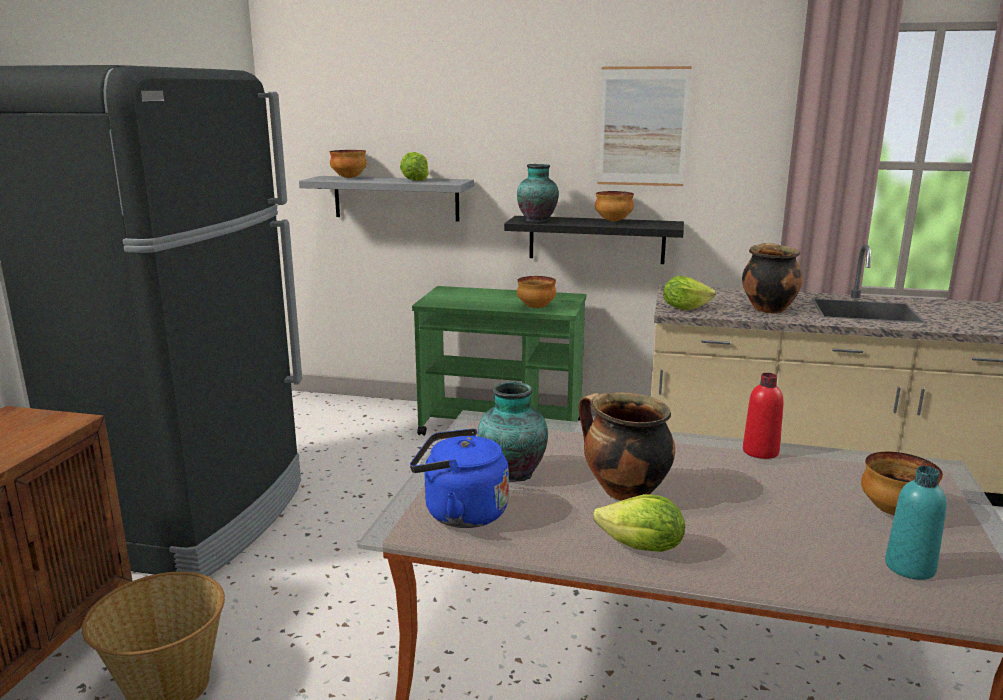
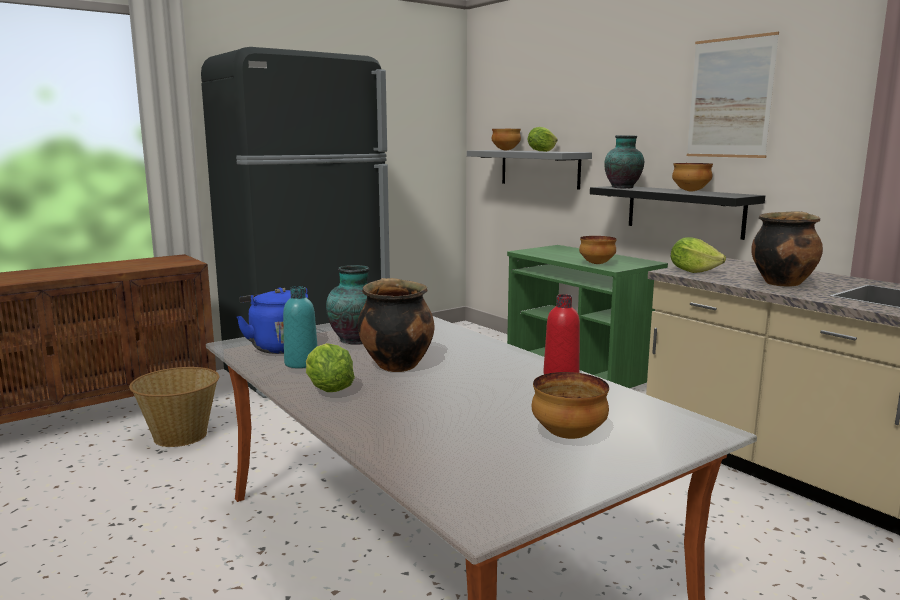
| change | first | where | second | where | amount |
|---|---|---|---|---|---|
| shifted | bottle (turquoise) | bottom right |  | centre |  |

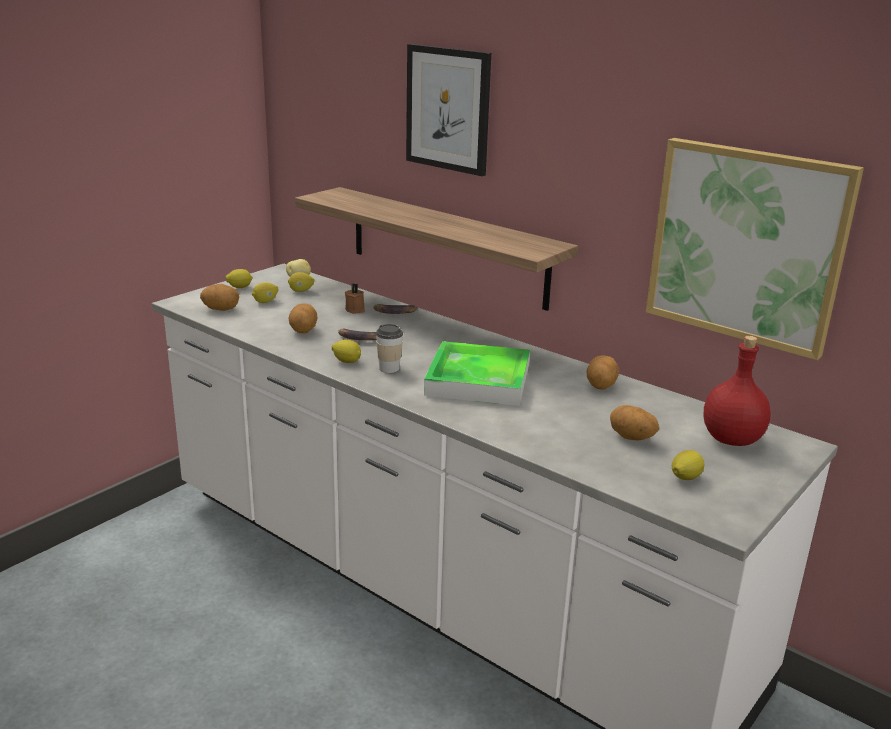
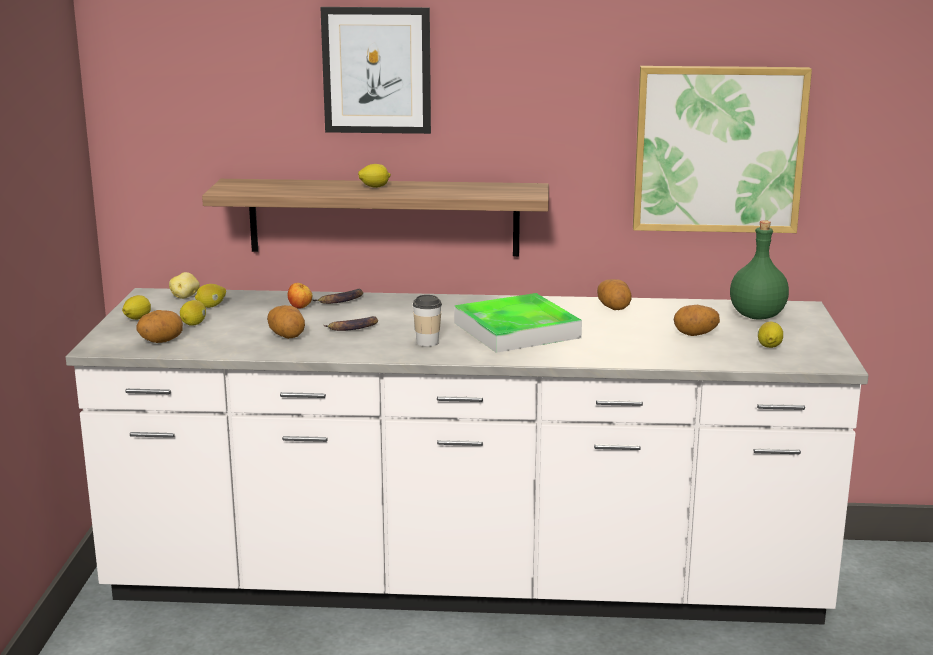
| change | first | where | second | where | amount |
|---|---|---|---|---|---|
| shifted | lemon (no. 4 from left) | centre |  | top centre |  |
| swapped | candle (brown) | centre | apple | middle left |  |
| repainted | bottle (red) | middle right | bottle (green) | middle right |  |

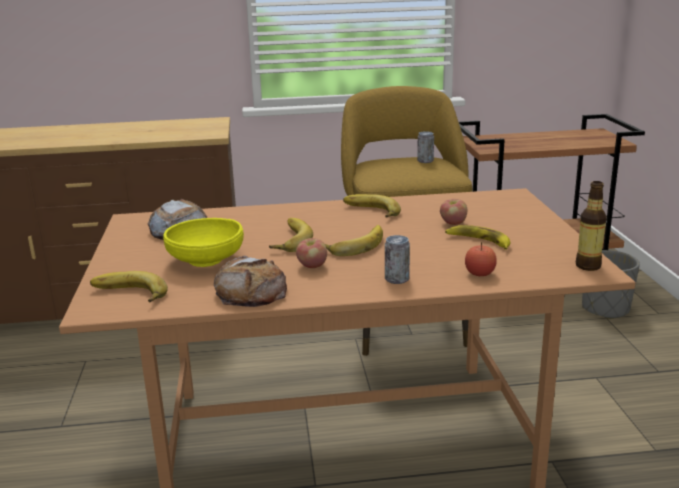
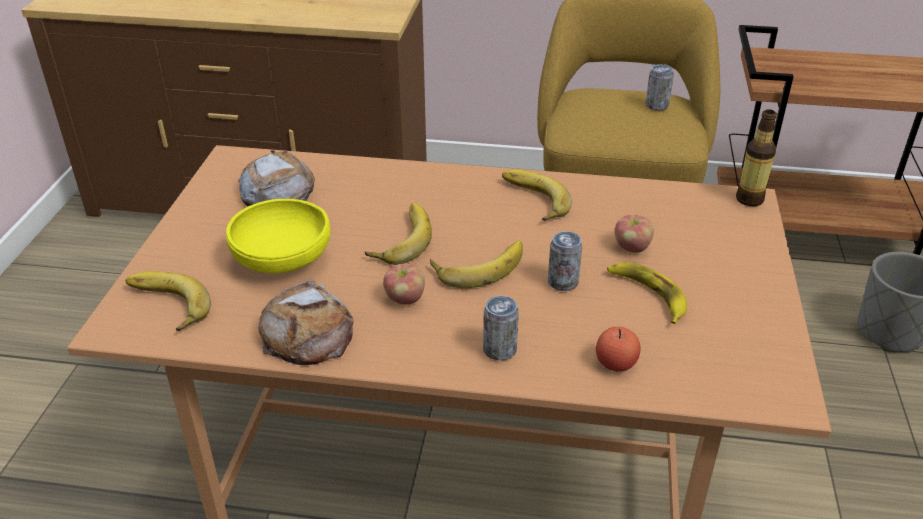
| change | first | where | second | where | amount |
|---|---|---|---|---|---|
| shifted | bottle | middle right |  | top right |  |
| new |  |  | can (no. 2 from left) | centre |  |

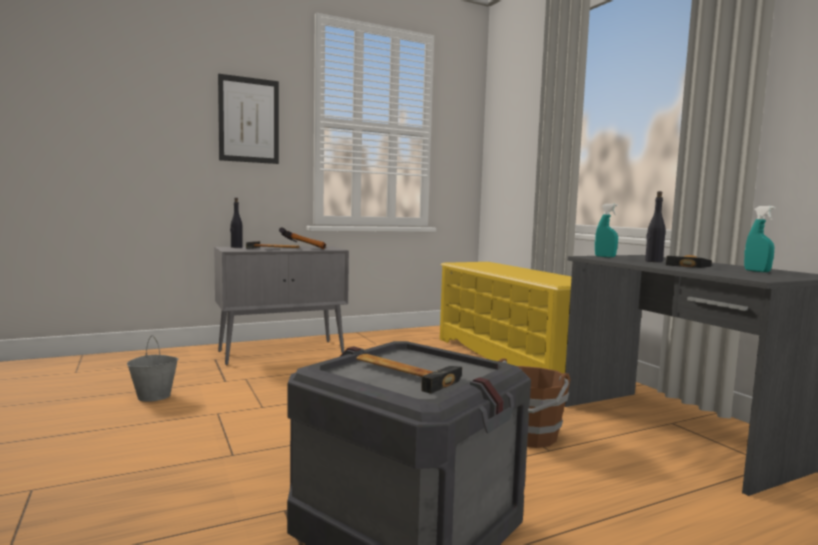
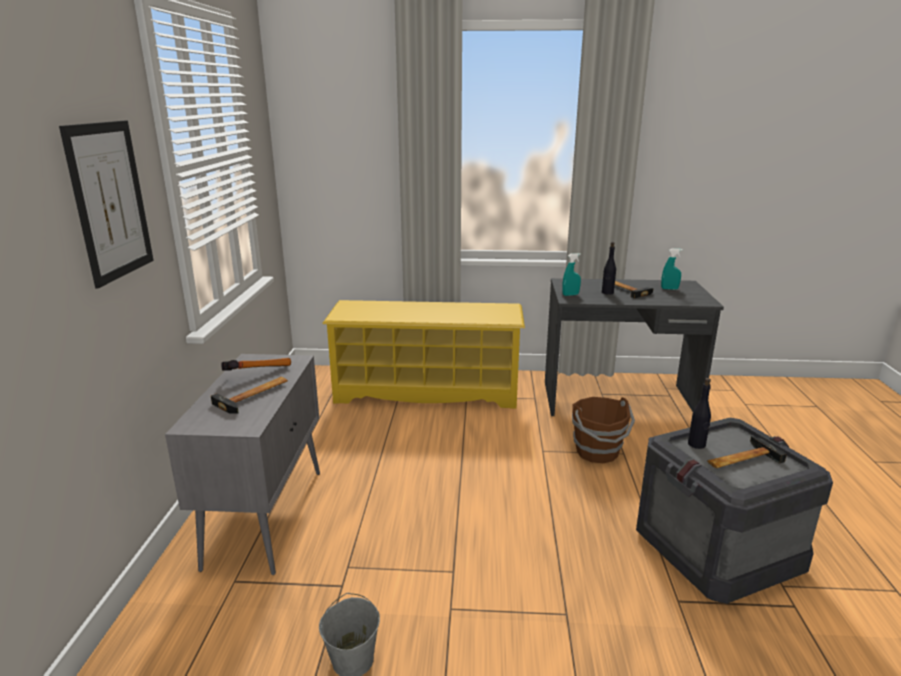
| change | first | where | second | where | amount |
|---|---|---|---|---|---|
| shifted | bottle (black) (no. 1 from left in the first image) | middle left | bottle (black) (no. 2 from left) | middle right |  |

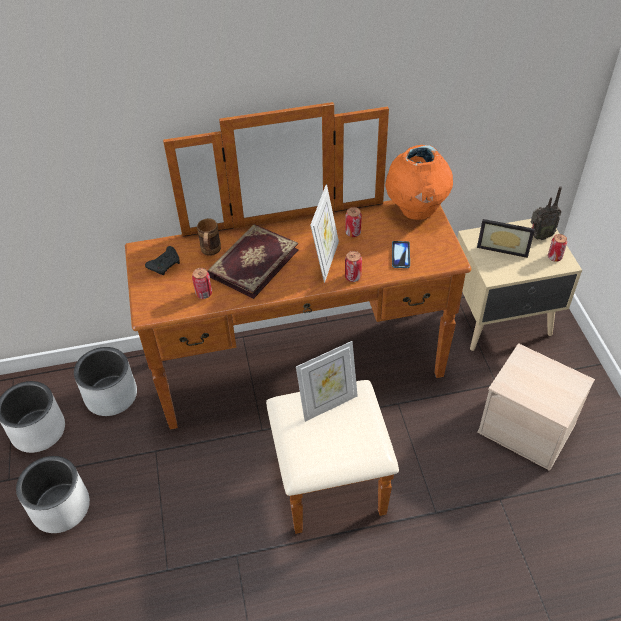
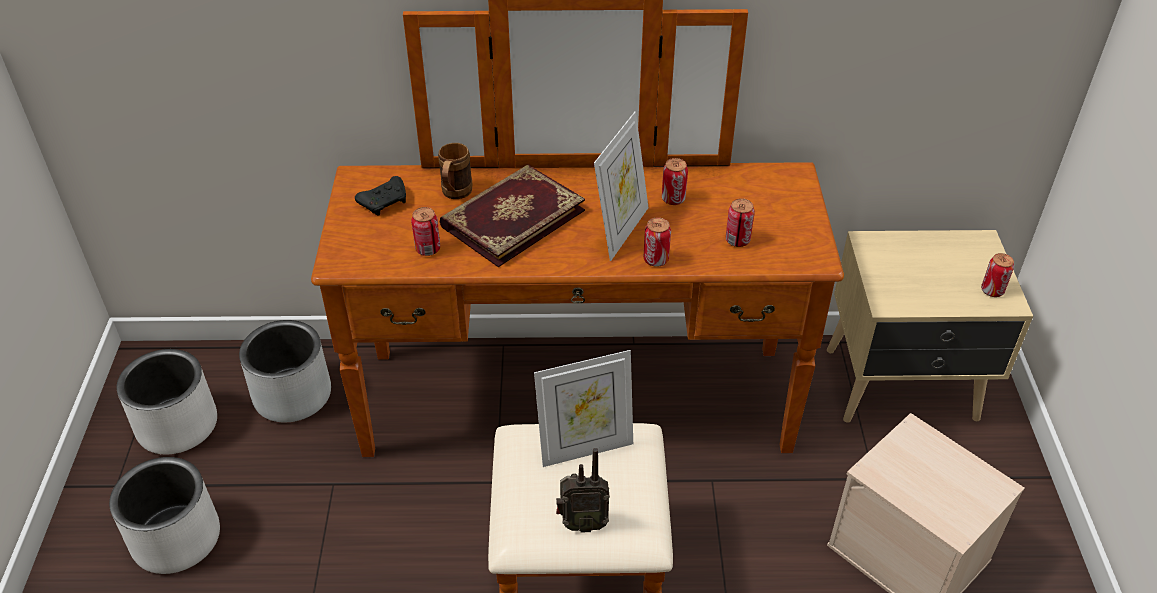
| change | first | where | second | where | amount |
|---|---|---|---|---|---|
| gone | vase (orange) | top right |  |  |  |
| swapped | phone | centre | can (no. 4 from left) | centre |  |
| gone | picture frame (no. 3 from left) | middle right |  |  |  |
| shifted | radio | middle right |  | bottom centre |  |

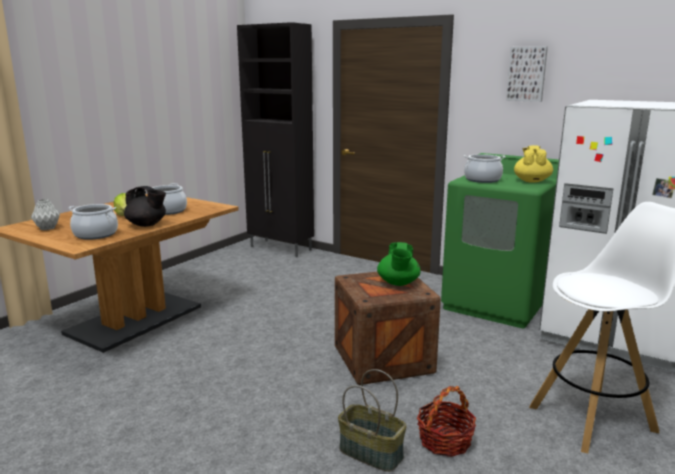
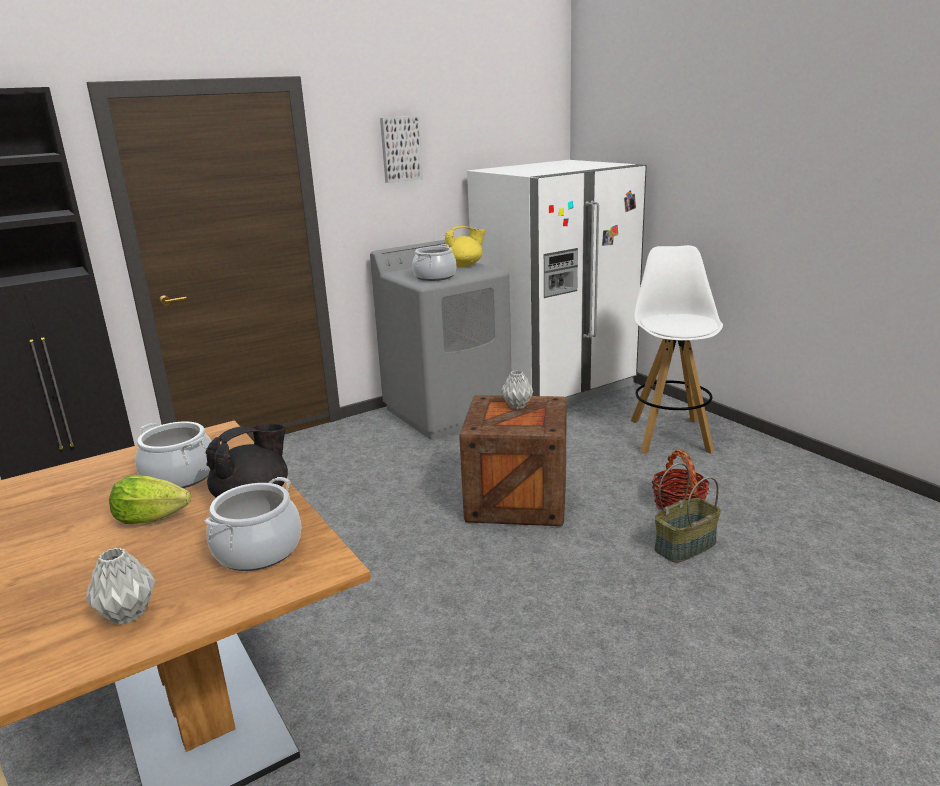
| change | first | where | second | where | amount |
|---|---|---|---|---|---|
| swapped | teapot (green) | centre | vase (grey) (no. 2 from left) | centre |  |
| repainted | washing machine (green) | middle right | washing machine (grey) | centre |  |
| rotated | teapot (yellow) | middle right |  | top centre | 135 degrees clockwise |

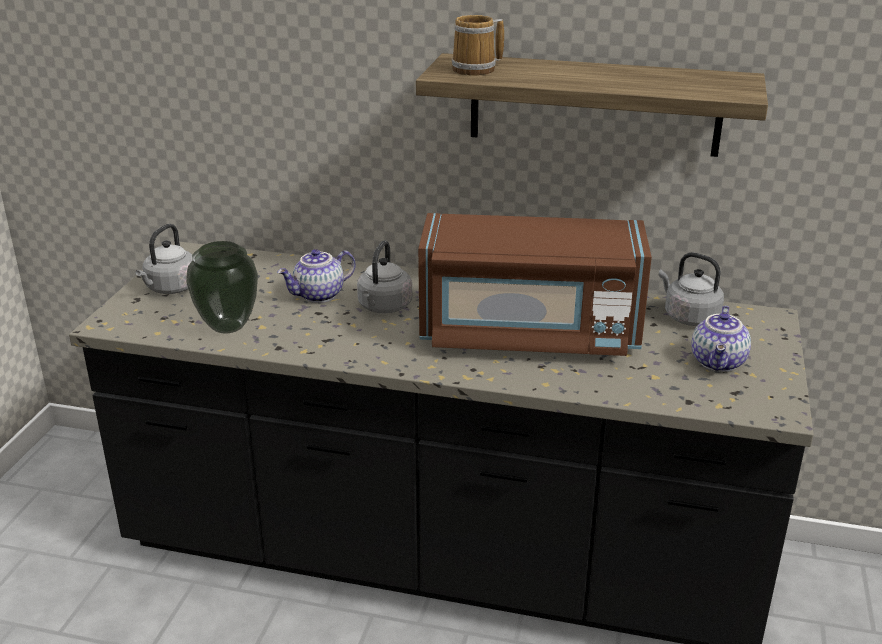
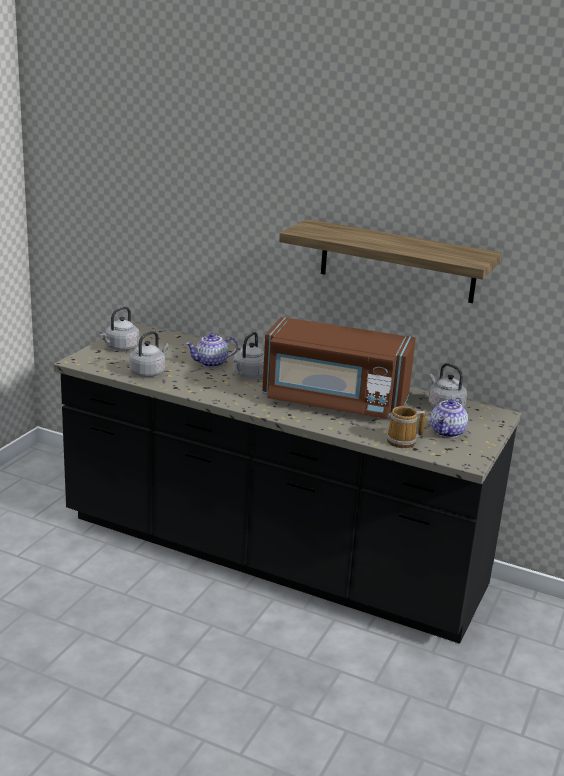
| change | first | where | second | where | amount |
|---|---|---|---|---|---|
| swapped | vase | middle left | kettle (grey) (no. 2 from left) | middle left |  |
| shifted | mug | top centre |  | middle right |  |

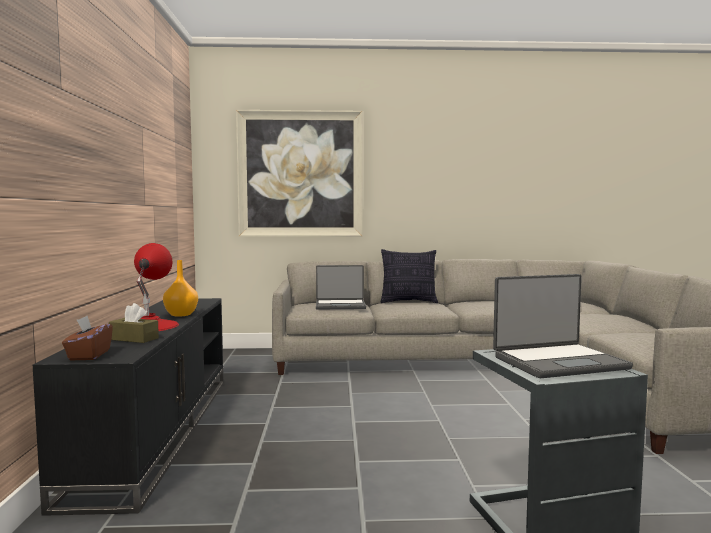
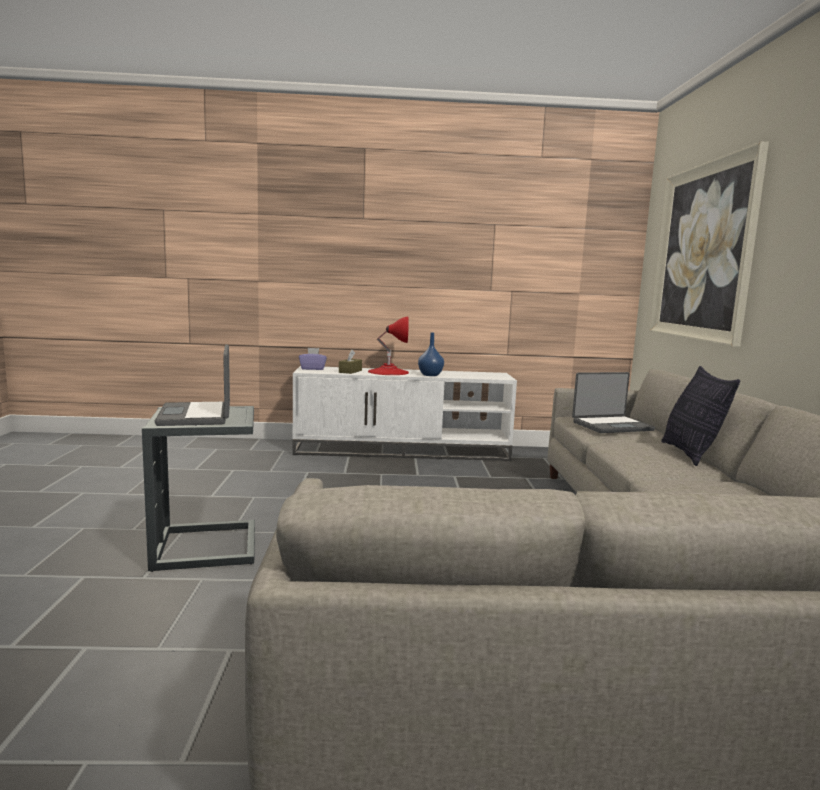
| change | first | where | second | where | amount |
|---|---|---|---|---|---|
| repainted | tv stand (black) | bottom left | tv stand (white) | centre |  |
| repainted | tissue box (brown) (no. 1 from left) | middle left | tissue box (purple) | centre |  |
| repainted | vase (orange) | middle left | vase (blue) | centre |  |
| rotated | laptop (no. 1 from left in the first image) | centre | laptop (no. 2 from left) | middle right | 105 degrees counterclockwise |

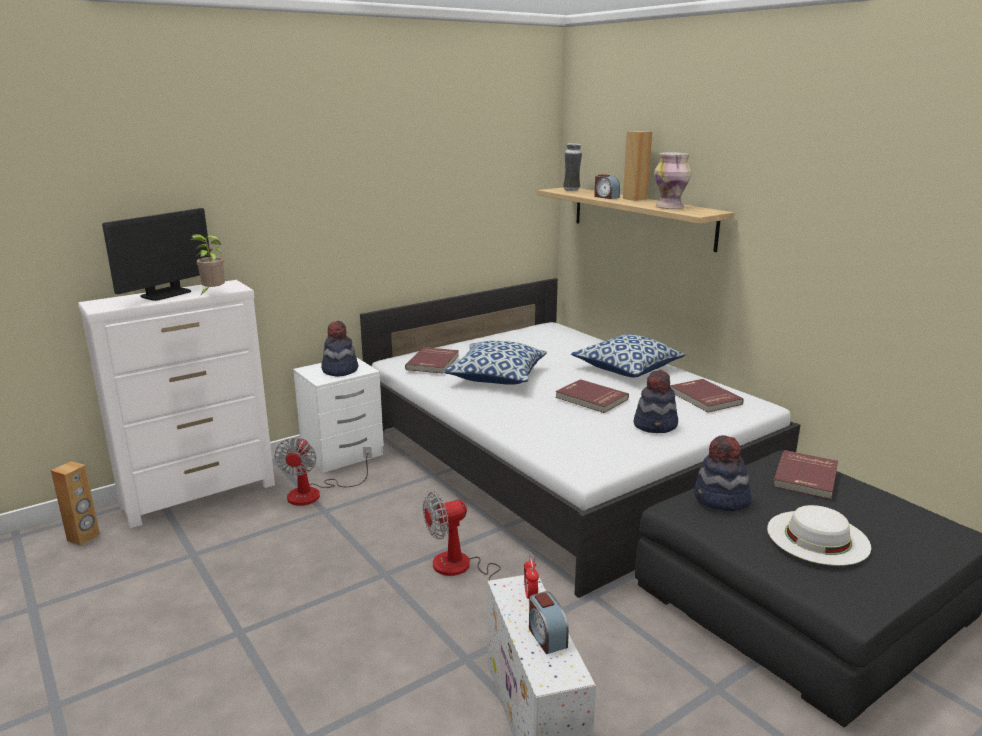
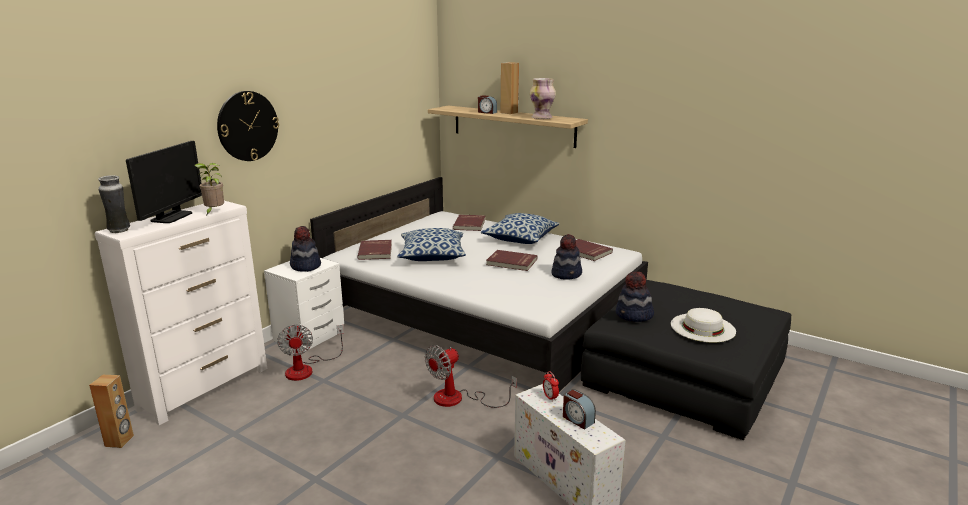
| change | first | where | second | where | amount |
|---|---|---|---|---|---|
| shifted | vase (no. 1 from left) | top centre |  | middle left |  |
| shifted | book (red) (no. 4 from left in the first image) | middle right | book (red) (no. 2 from left) | centre |  |
| new |  |  | wall clock | top left |  |

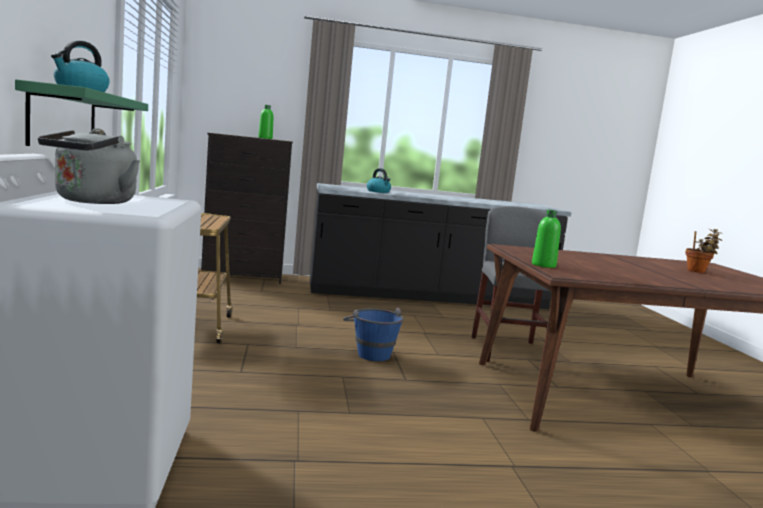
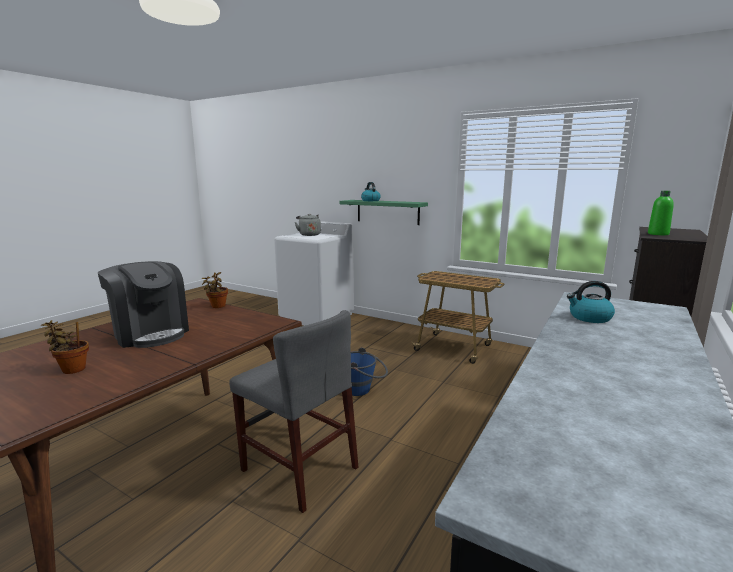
| change | first | where | second | where | amount |
|---|---|---|---|---|---|
| swapped | bottle (green) (no. 2 from left) | middle right | potted plant (no. 2 from left) | middle left |  |
| new |  |  | coffee machine | middle left |  |

